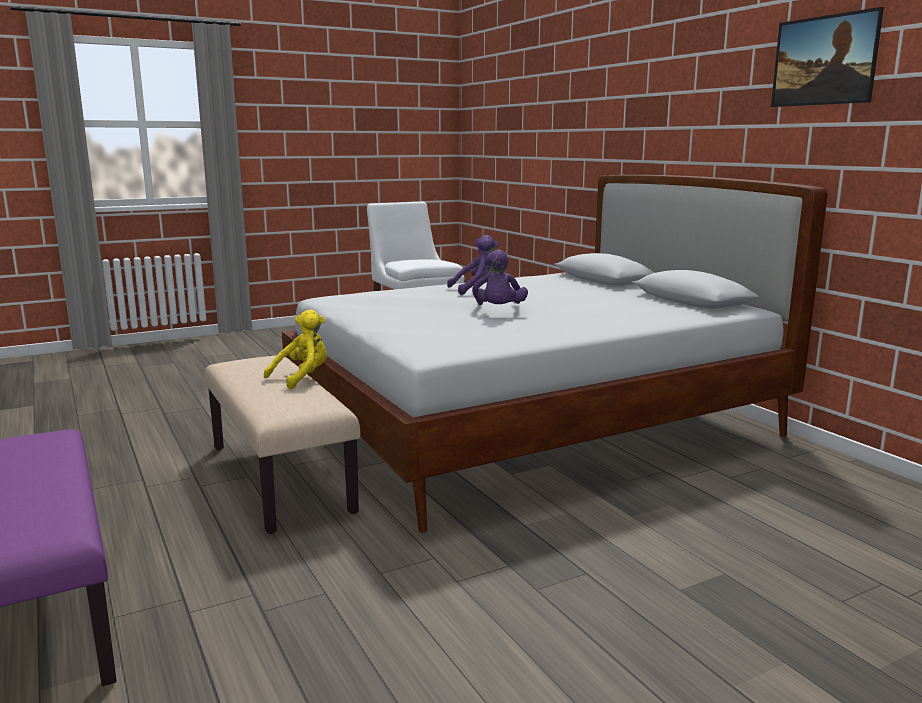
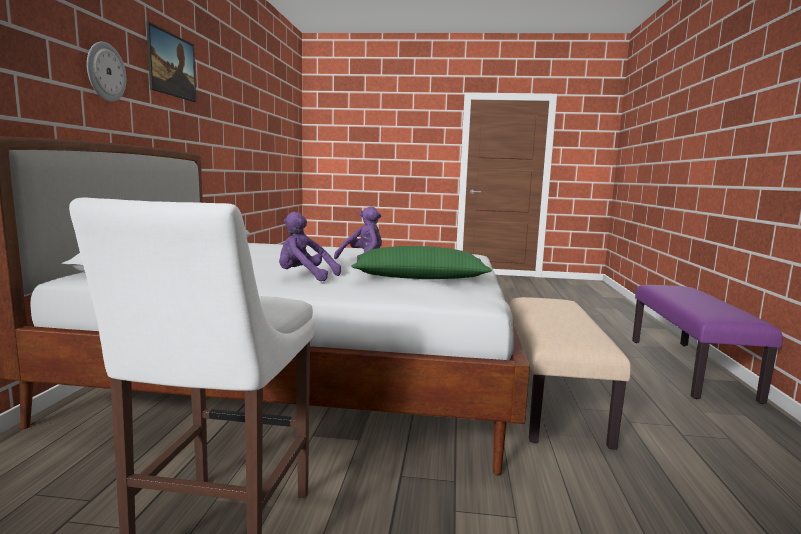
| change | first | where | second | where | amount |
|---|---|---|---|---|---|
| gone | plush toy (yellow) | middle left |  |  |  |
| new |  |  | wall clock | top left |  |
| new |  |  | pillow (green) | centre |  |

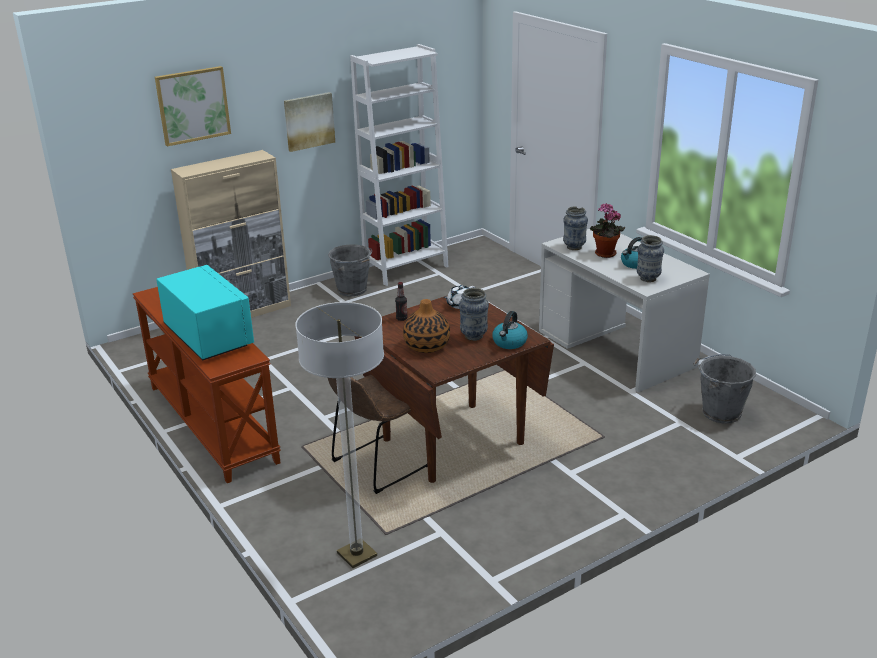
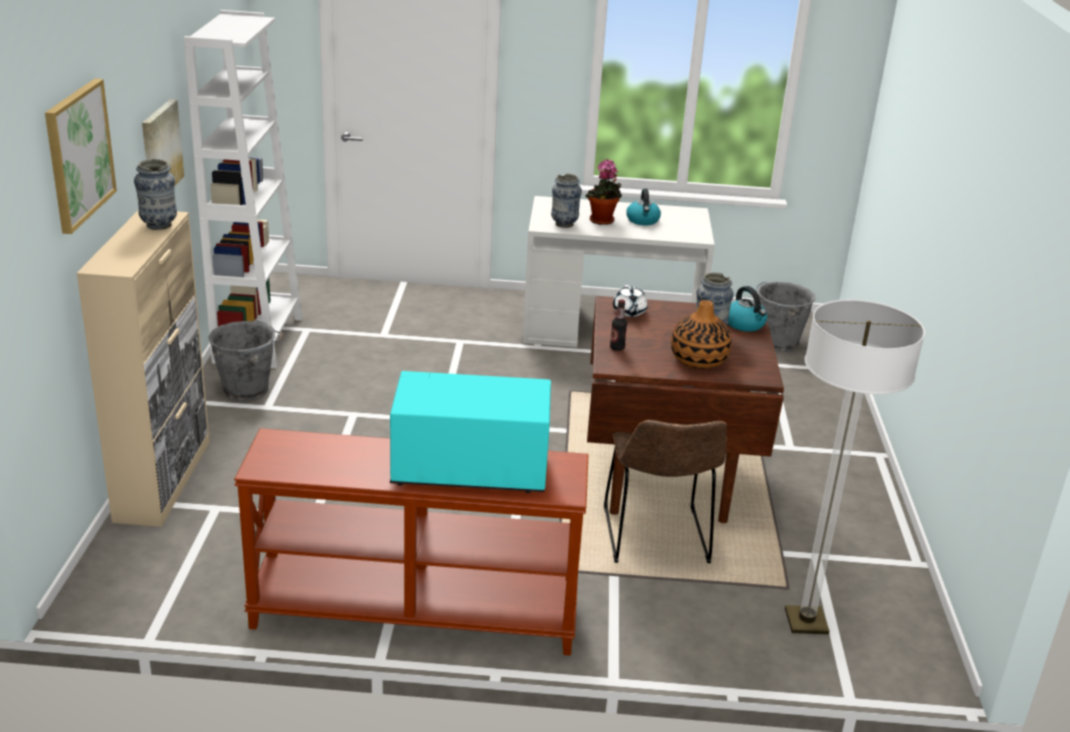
| change | first | where | second | where | amount |
|---|---|---|---|---|---|
| shifted | vase (no. 4 from left in the first image) | middle right | vase (no. 1 from left) | top left |  |

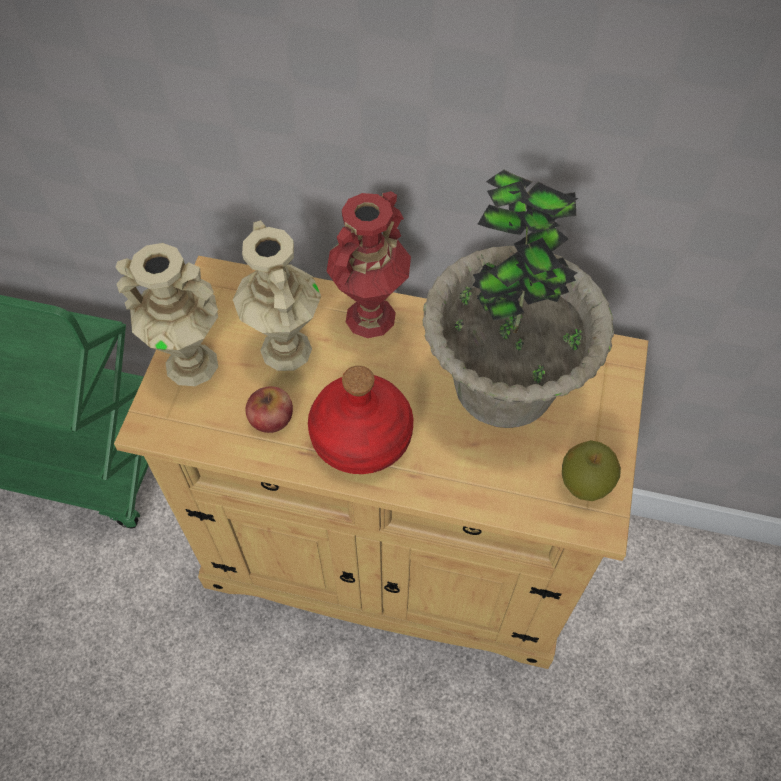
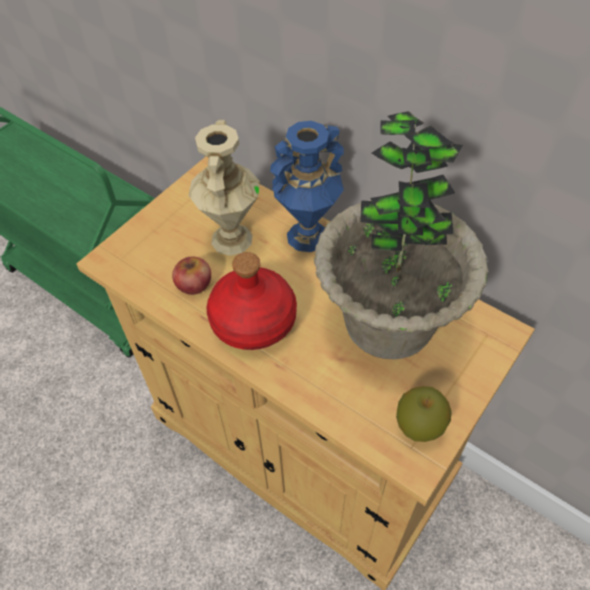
| change | first | where | second | where | amount |
|---|---|---|---|---|---|
| gone | vase (beige) (no. 1 from left) | middle left |  |  |  |
| repainted | vase (red) | centre | vase (blue) | top centre |  |

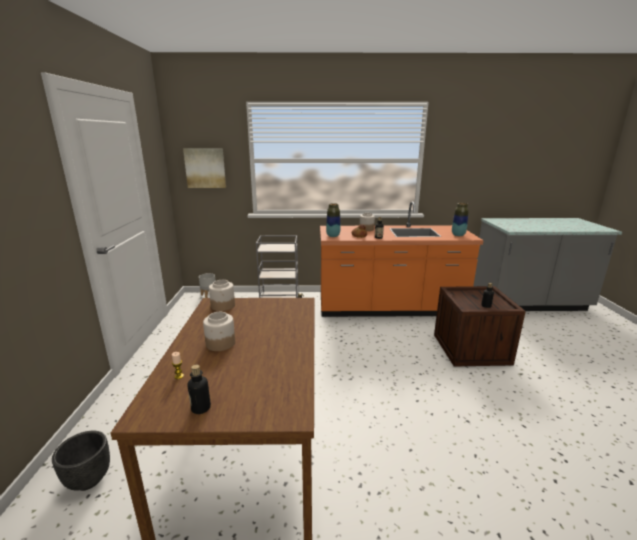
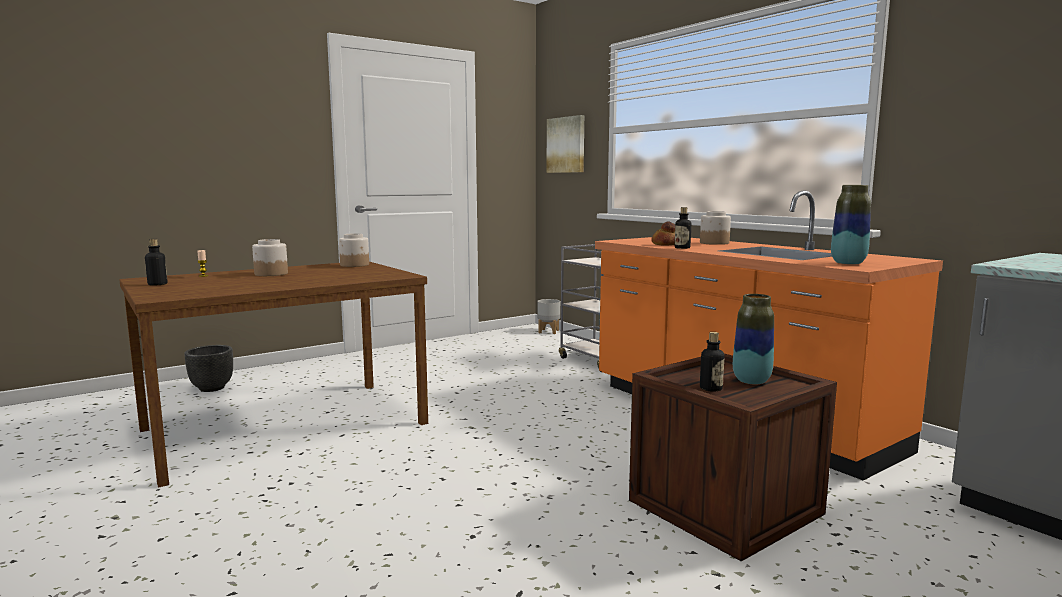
| change | first | where | second | where | amount |
|---|---|---|---|---|---|
| shifted | vase (no. 1 from left) | centre |  | middle right |  |

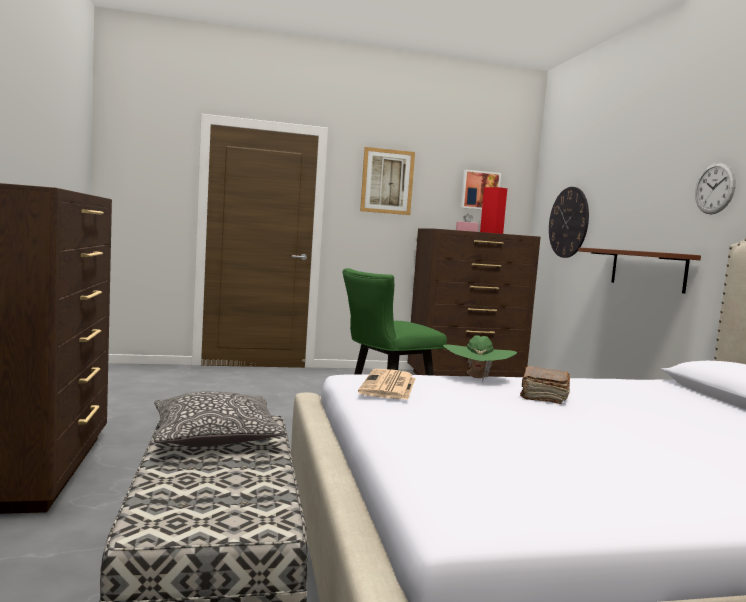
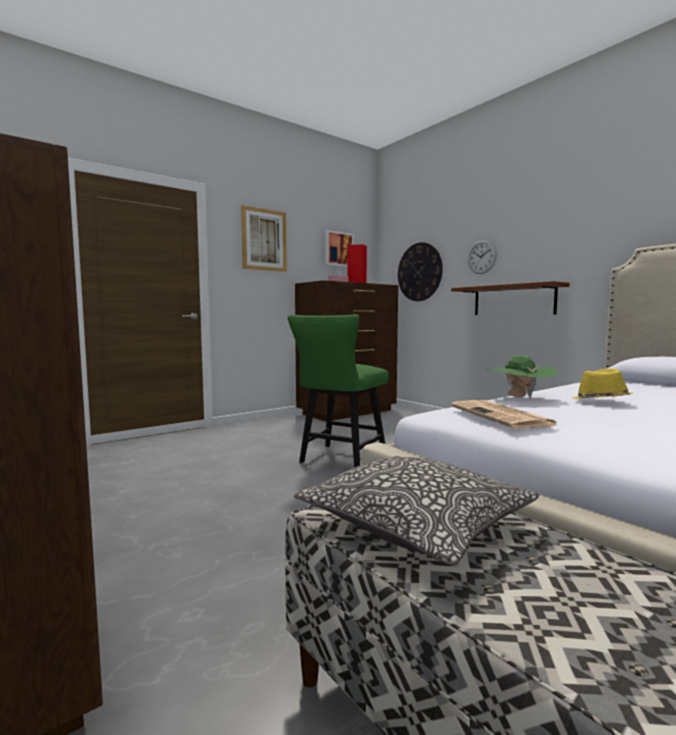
| change | first | where | second | where | amount |
|---|---|---|---|---|---|
| swapped | book (brown) | middle right | hat (yellow) | middle right |  |
| shifted | wall clock (no. 2 from left) | top right |  | middle right |  |

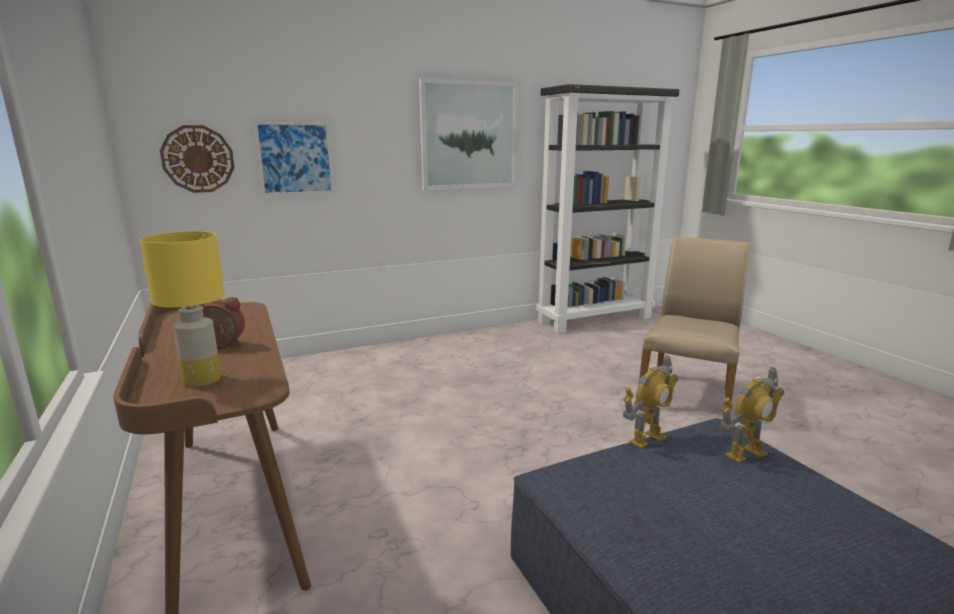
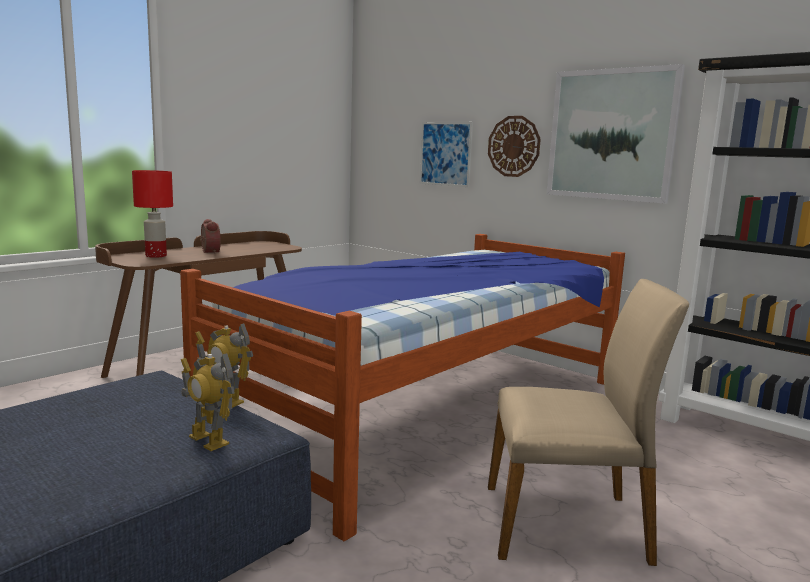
| change | first | where | second | where | amount |
|---|---|---|---|---|---|
| repainted | table lamp (yellow) | middle left | table lamp (red) | middle left |  |
| shifted | wall clock | top left |  | top centre |  |
| new |  |  | bed | centre |  |

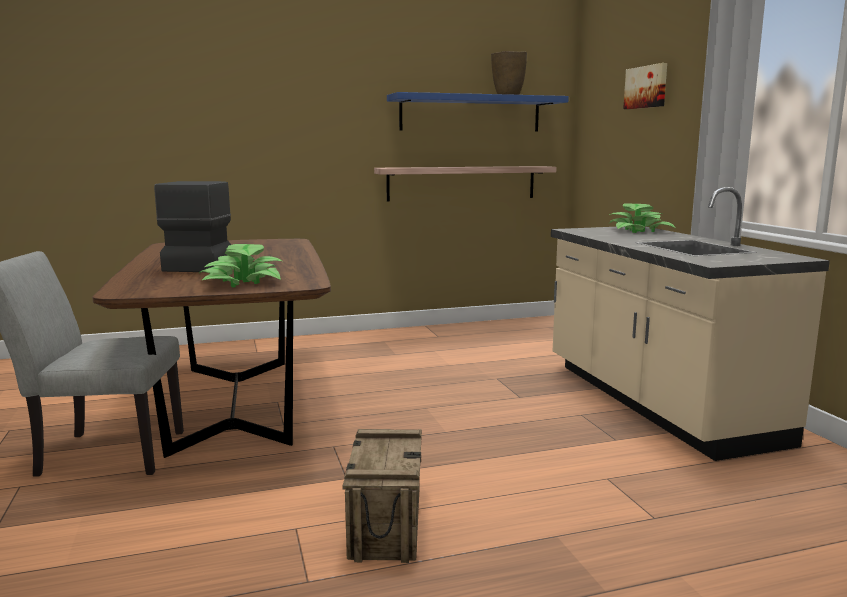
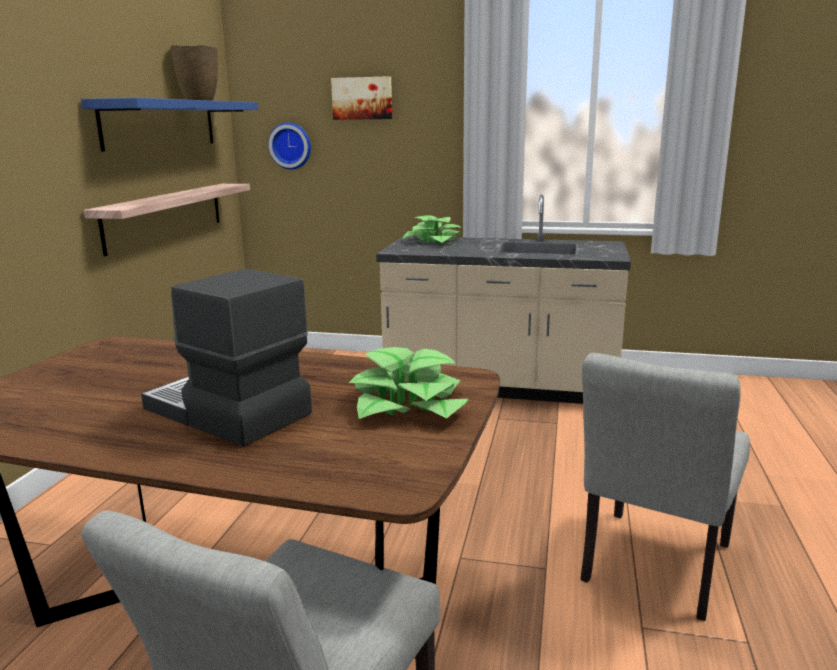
| change | first | where | second | where | amount |
|---|---|---|---|---|---|
| swapped | crate | bottom centre | chair (grey) (no. 2 from left) | bottom right |  |
| new |  |  | wall clock | top centre |  |

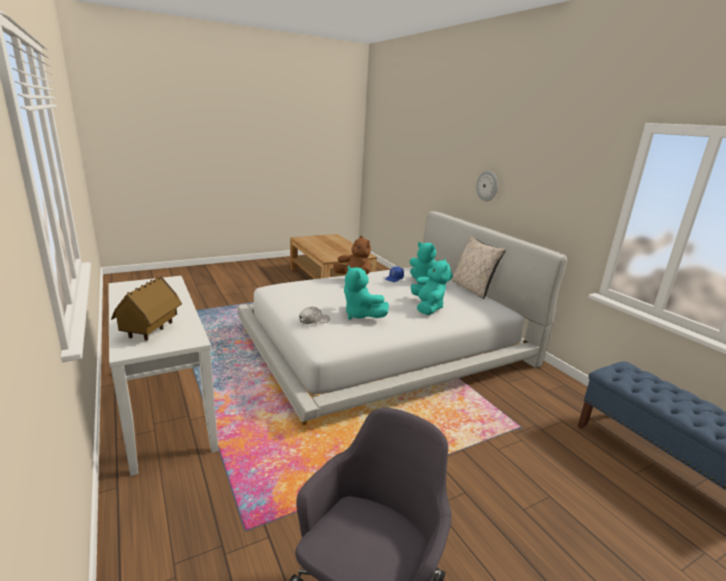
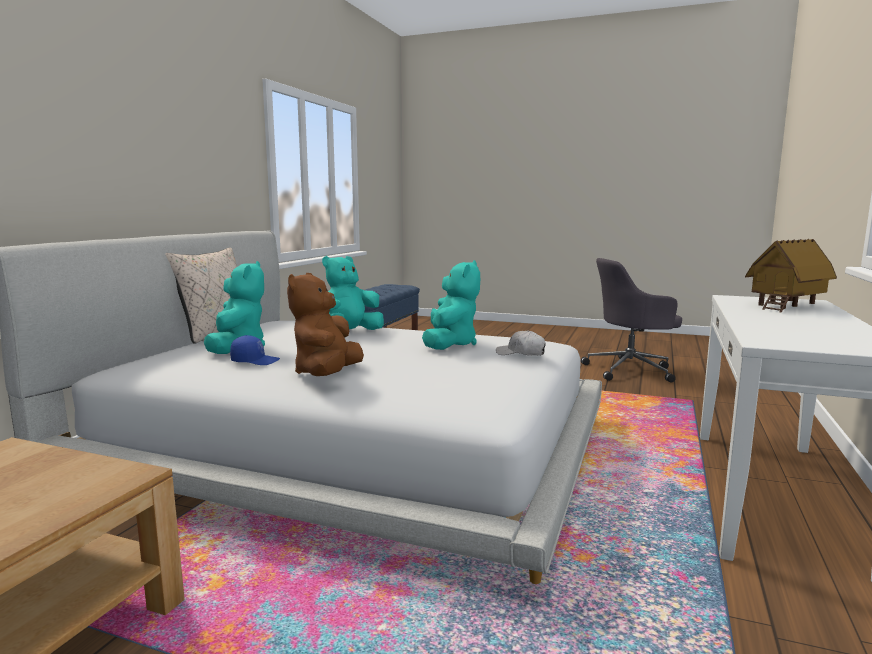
| change | first | where | second | where | amount |
|---|---|---|---|---|---|
| gone | wall clock | top right |  |  |  |

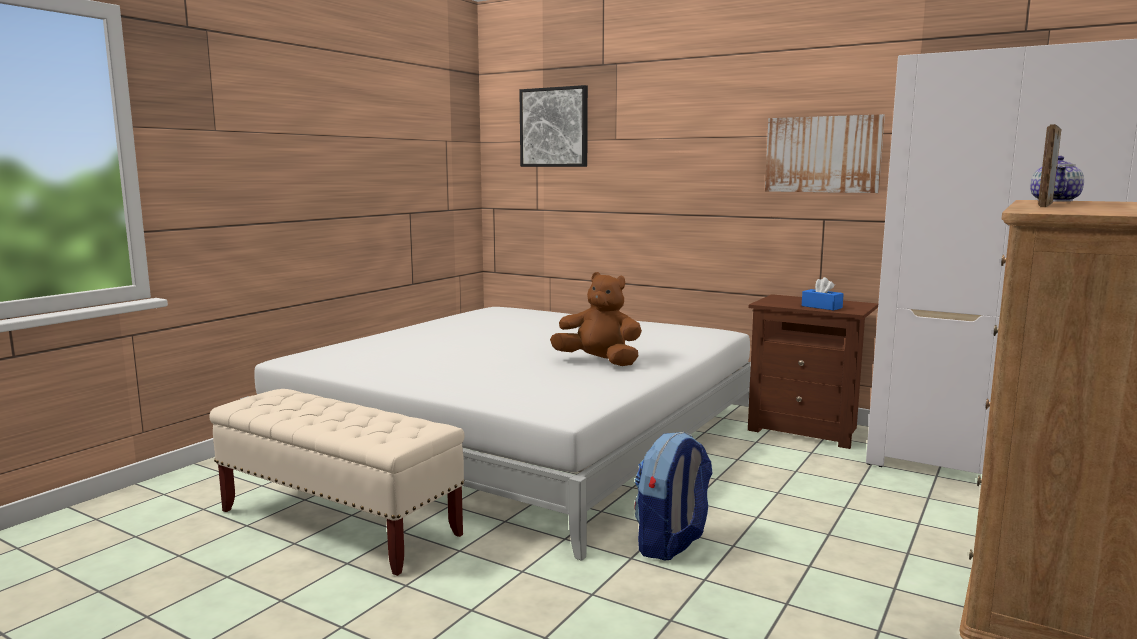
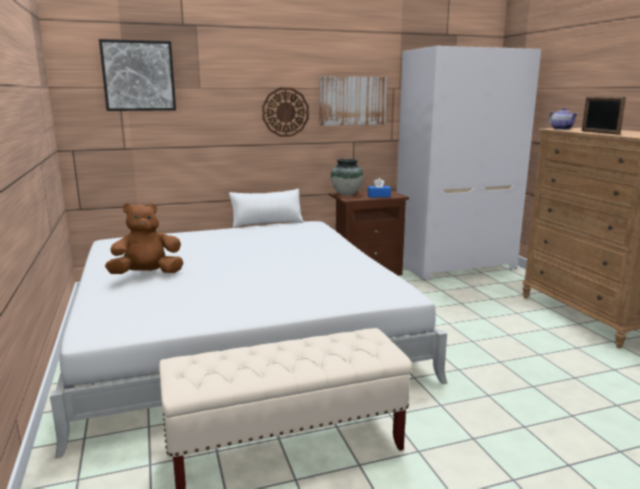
| change | first | where | second | where | amount |
|---|---|---|---|---|---|
| shifted | plush toy (brown) | centre |  | middle left |  |
| gone | backpack | bottom centre |  |  |  |
| new |  |  | pillow (white) | centre |  |
| new |  |  | wall clock | top centre |  |
| new |  |  | vase | centre |  |

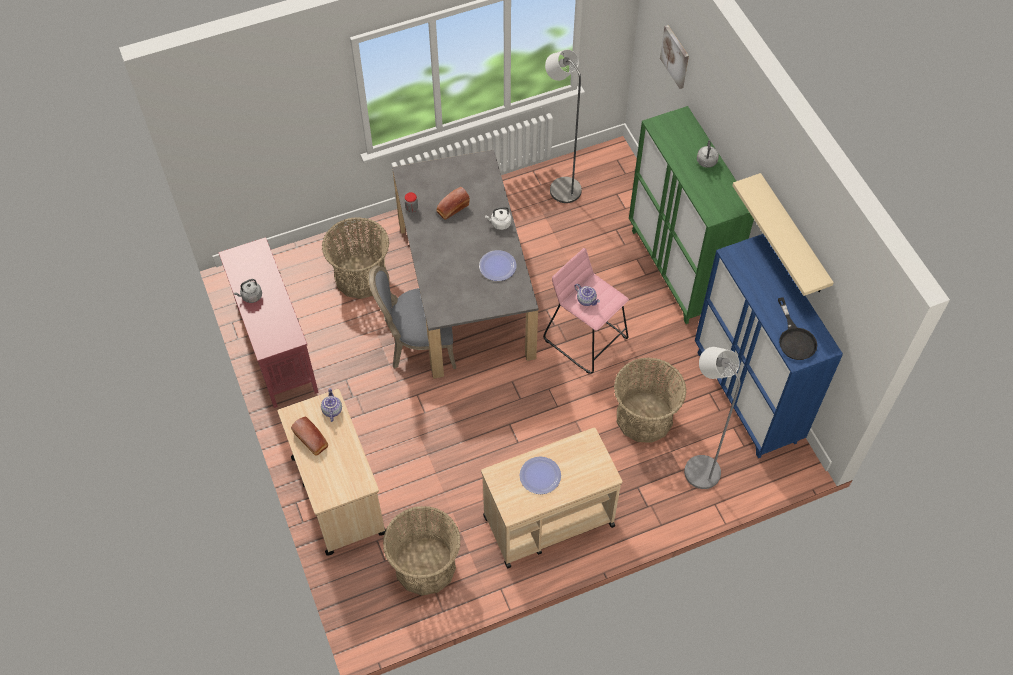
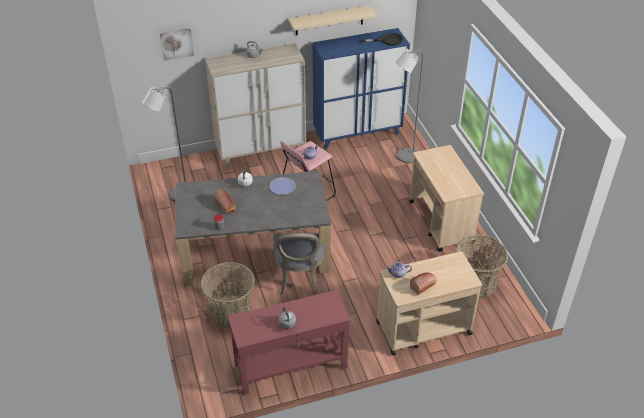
| change | first | where | second | where | amount |
|---|---|---|---|---|---|
| gone | plate (no. 2 from left) | bottom centre |  |  |  |
| gone | basket (no. 3 from left) | centre |  |  |  |
| repainted | cabinet (green) | top right | cabinet (beige) | top centre |  |

